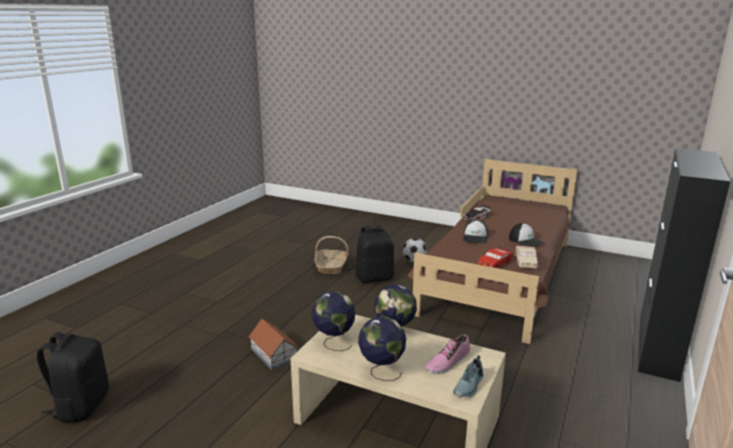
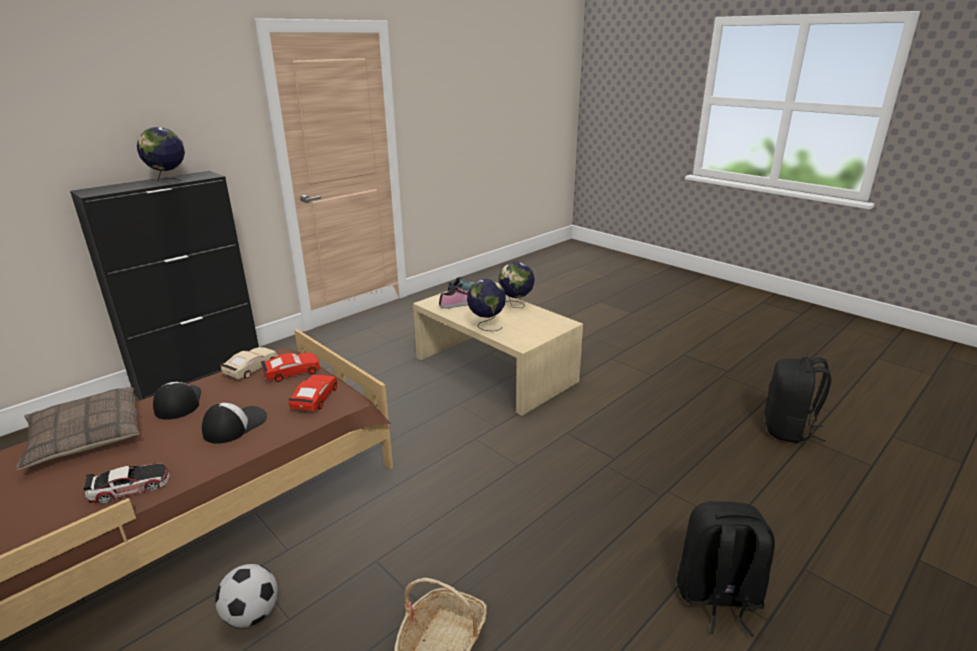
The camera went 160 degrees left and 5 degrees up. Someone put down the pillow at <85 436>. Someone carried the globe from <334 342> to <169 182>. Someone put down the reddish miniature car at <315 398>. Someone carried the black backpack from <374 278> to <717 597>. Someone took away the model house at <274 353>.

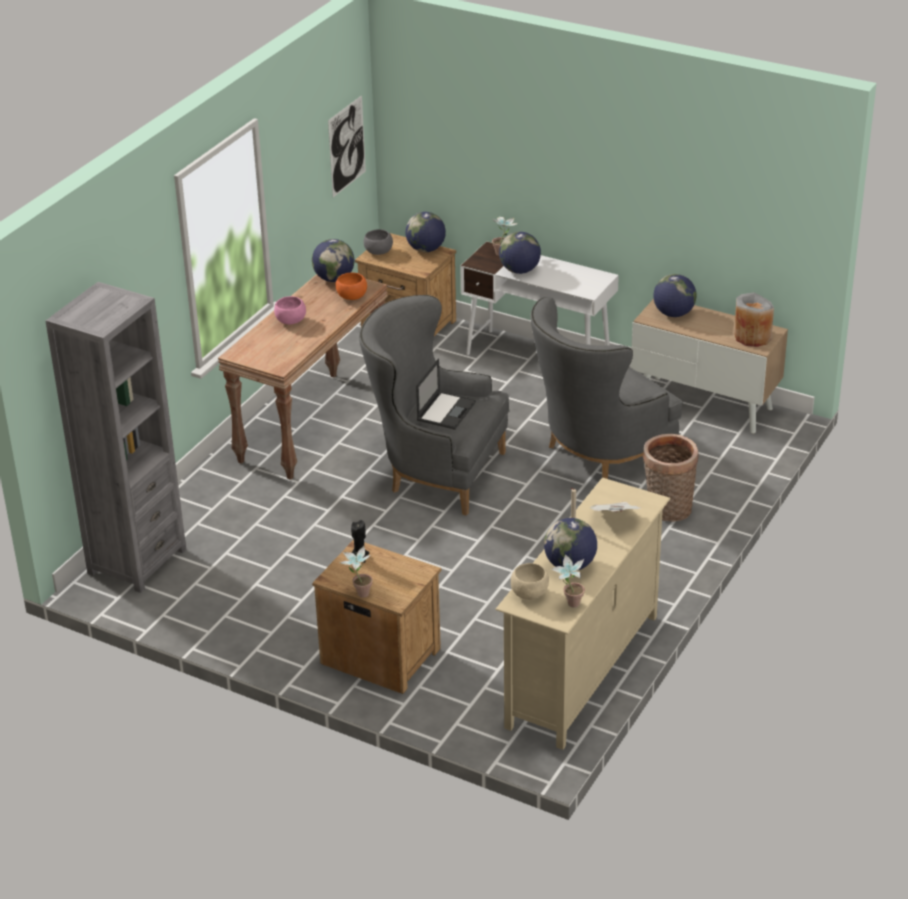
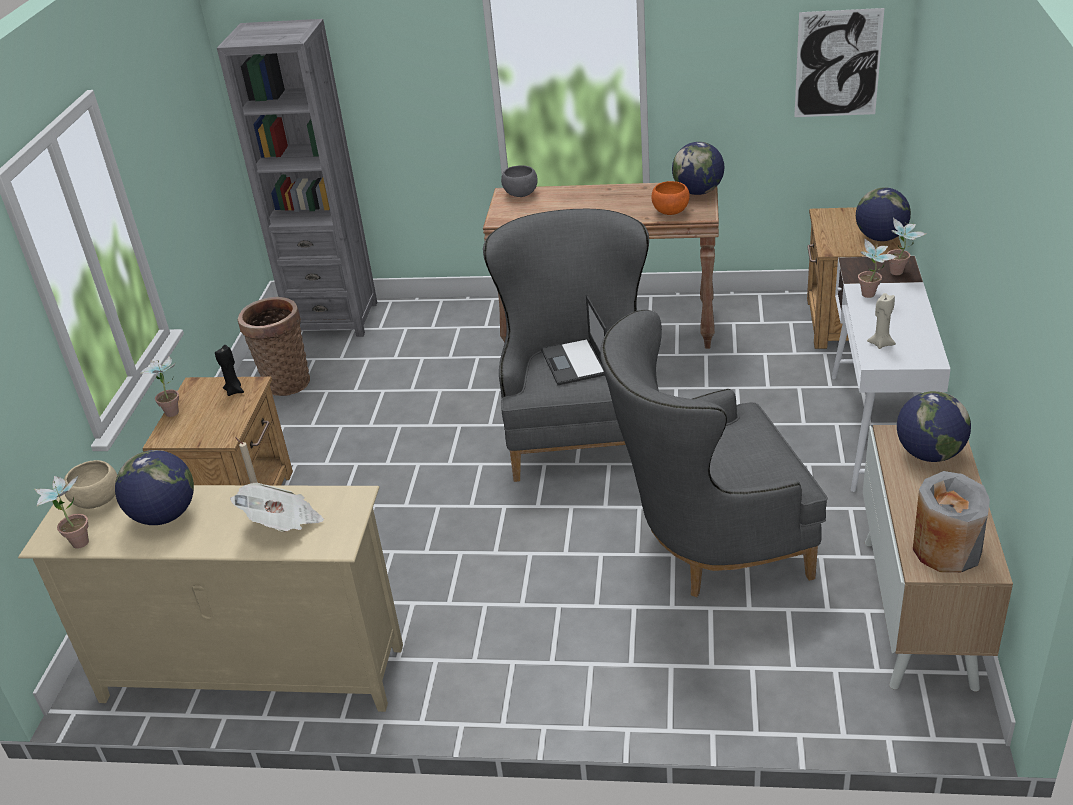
The camera went 70 degrees right and 0 degrees up. Someone carried the basket from <667 510> to <285 381>. Someone carried the greyish bowl from <378 252> to <521 194>. Someone rotated the laptop at <446 410> by 75 degrees clockwise. Someone rotated the greyish lounge chair at <596 455> by 45 degrees counterclockwise. Someone swapped the globe at <519 270> for the houseplant at <871 296>. Someone put down the beige candle at <881 343>. Someone took away the pink-coloured bowl at <290 321>.

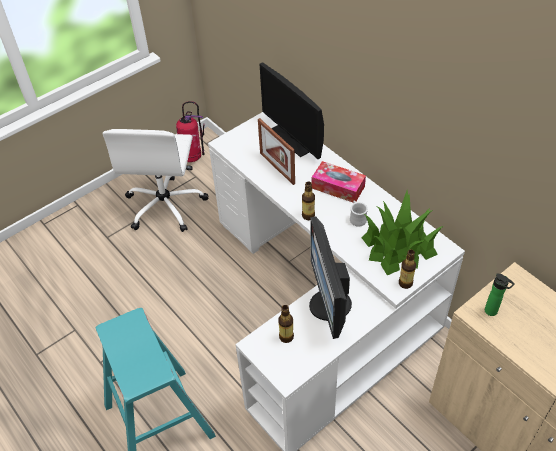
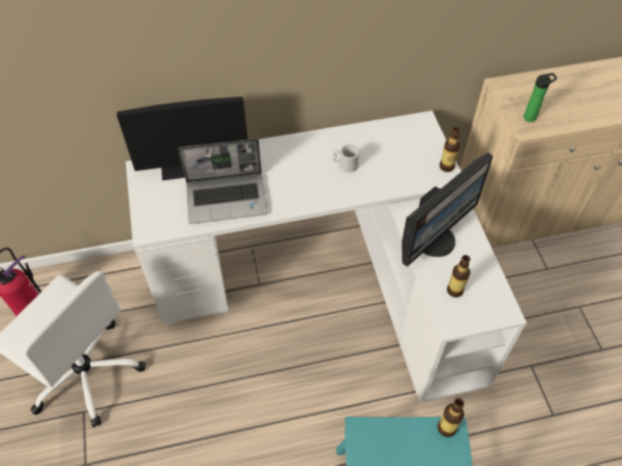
The camera went 65 degrees left and 5 degrees up. Someone swapped the photo frame at <277 168> for the laptop at <227 198>. Someone rotated the computer display at <328 306> by 60 degrees counterclockwise. Someone carried the bottle from <308 215> to <446 428>. Someone took away the box of tissues at <338 187>. Someone took away the houseplant at <398 246>.

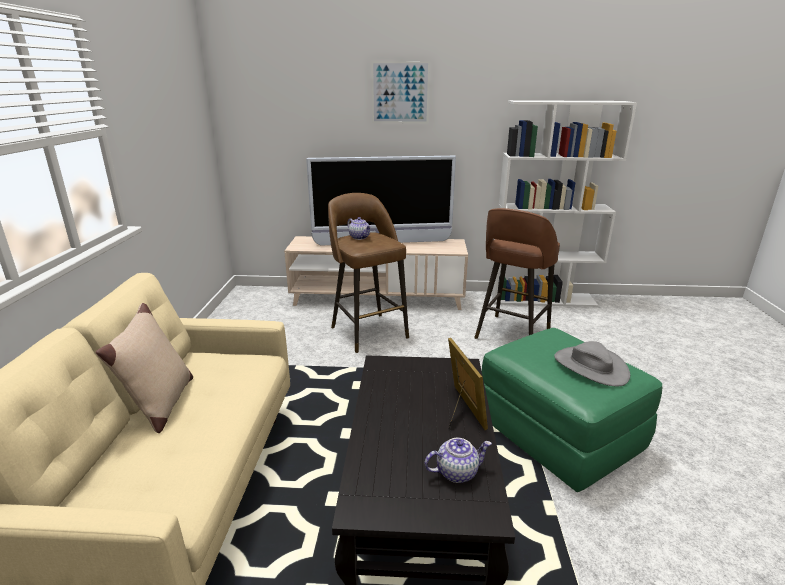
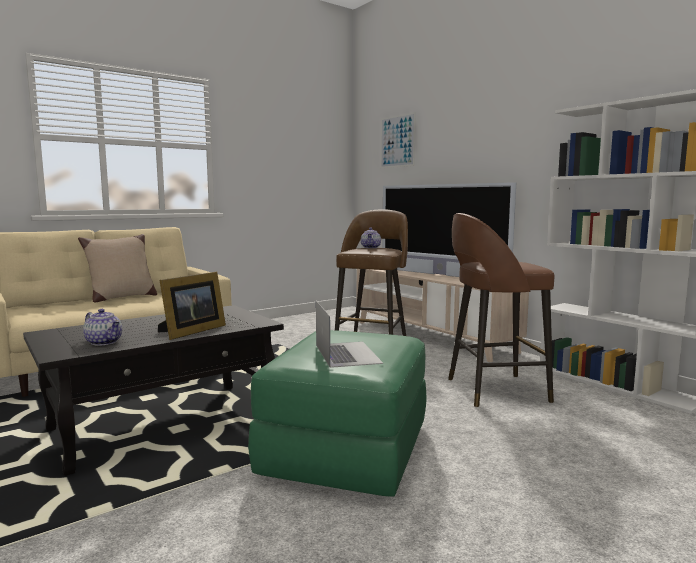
The camera went 50 degrees right and 15 degrees down. Someone swapped the greyish clothing hat at <590 367> for the laptop at <347 353>. Someone carried the picture from <400 92> to <397 141>.

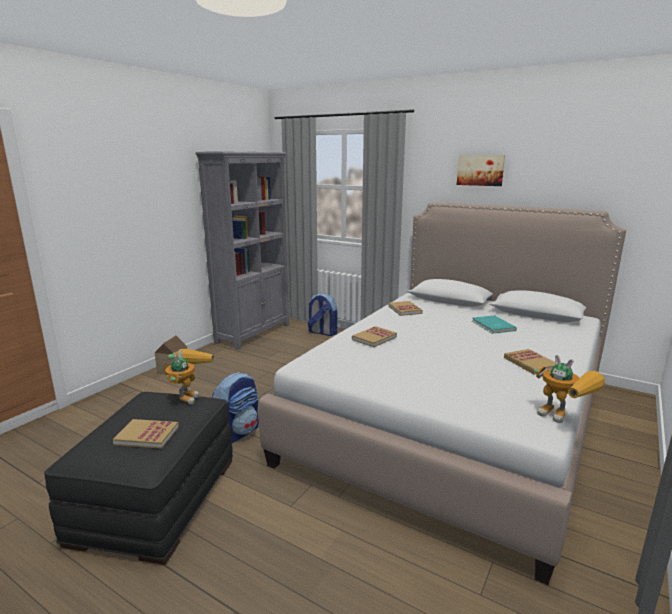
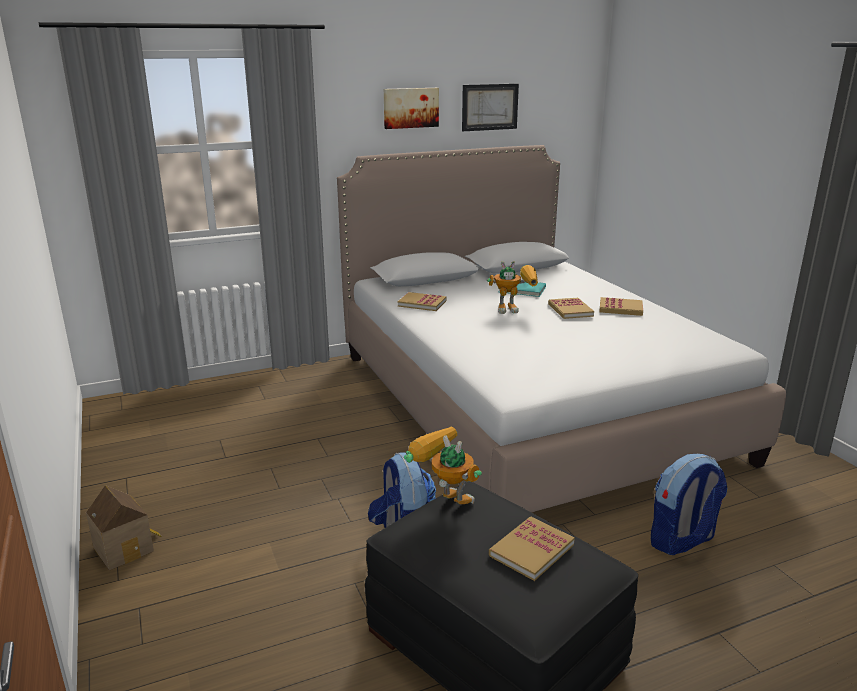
The camera went 55 degrees left and 5 degrees up. Someone put up the picture at <489 107>. Someone carried the robot figure from <564 418> to <514 309>. Someone carried the volume from <374 338> to <570 310>. Someone carried the backpack from <322 332> to <681 541>. Someone took away the greyish bookshelf at <254 333>.

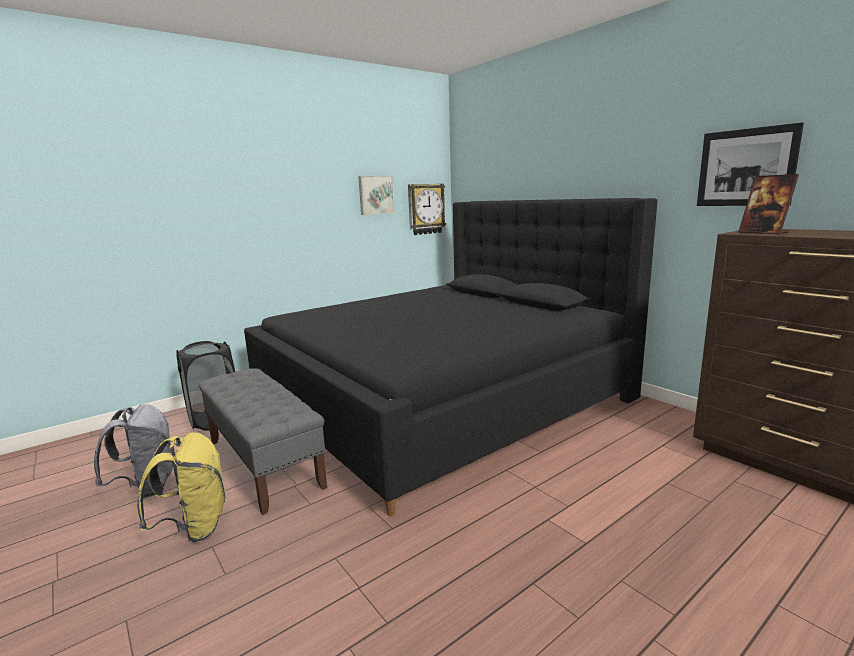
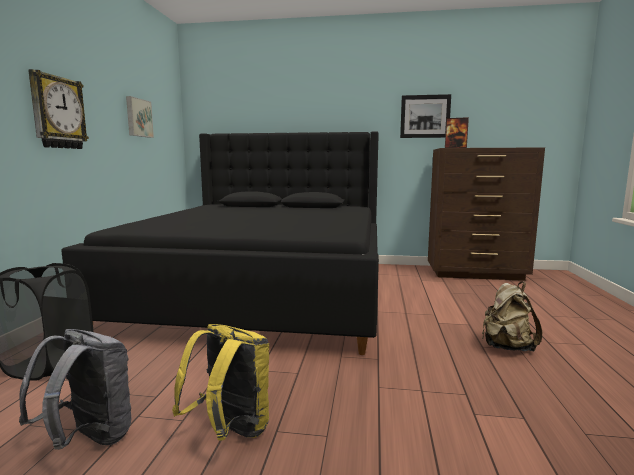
The camera went 45 degrees left and 5 degrees down. Someone carried the clock on the wall from <425 209> to <57 112>. Someone put down the beige backpack at <506 347>. Someone took away the greyish bench at <264 463>.

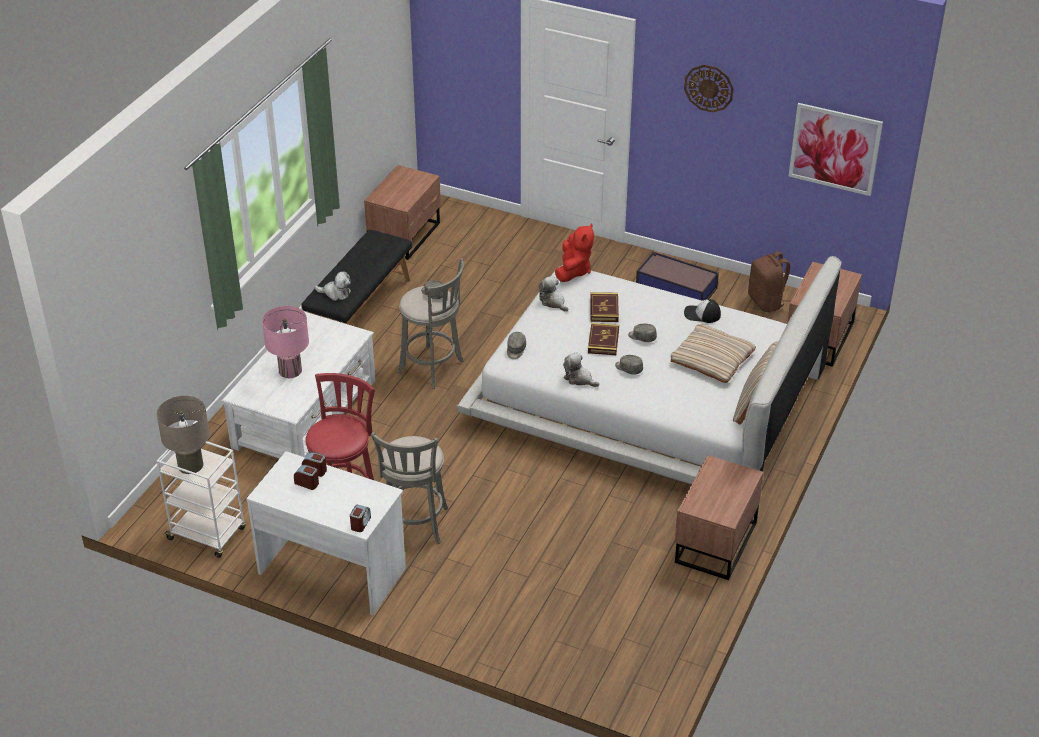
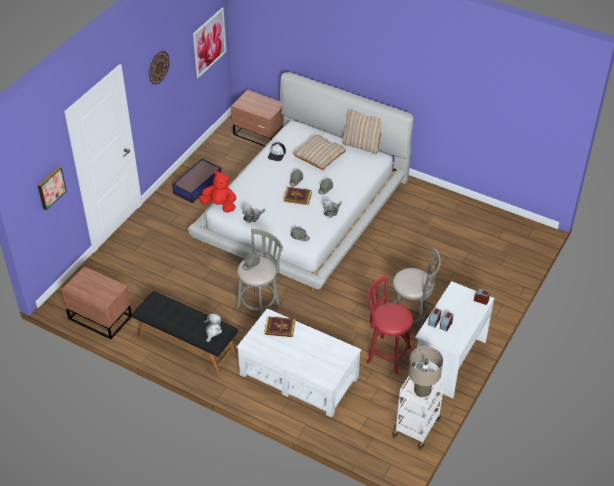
The camera went 85 degrees left and 5 degrees up. Someone put up the picture at <50 187>. Someone carried the volume from <604 309> to <280 328>. Someone took away the pink-coloured table lamp at <290 370>. Someone took away the brownish night table at <713 543>. Someone took away the brownish backpack at <767 302>.

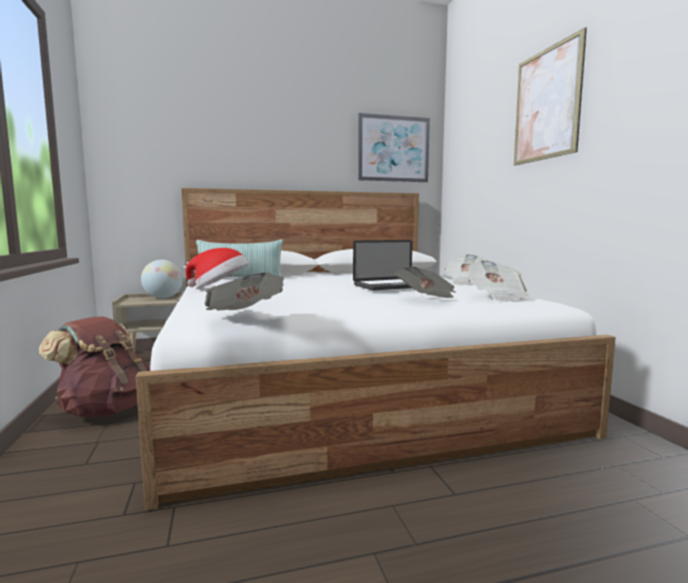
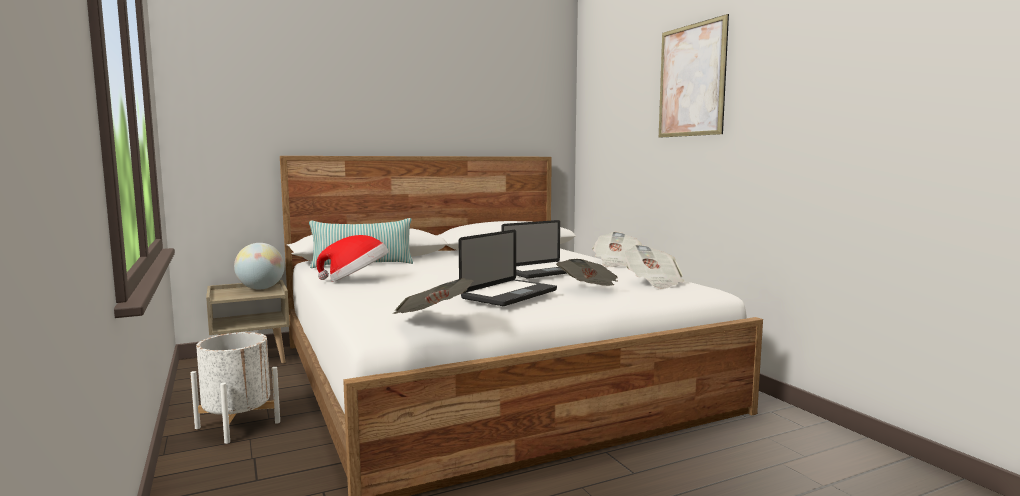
The camera went 10 degrees left and 0 degrees up. Someone swapped the brownish backpack at <106 410> for the white-coloured plant pot at <238 425>. Someone put down the laptop at <509 294>. Someone took away the picture at <393 149>.

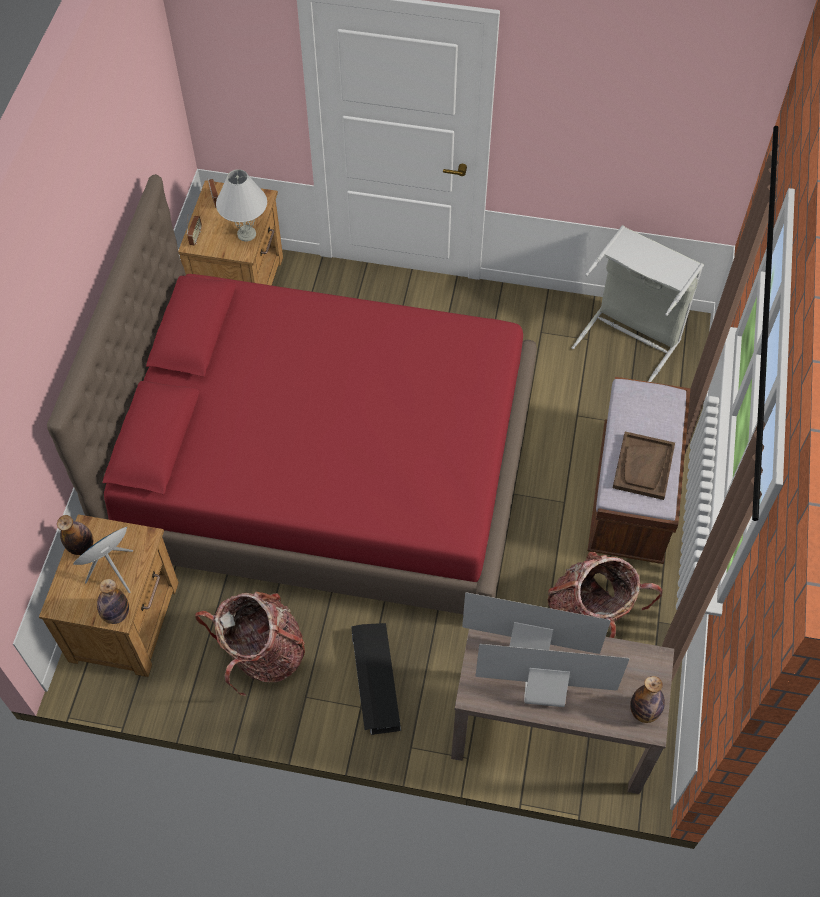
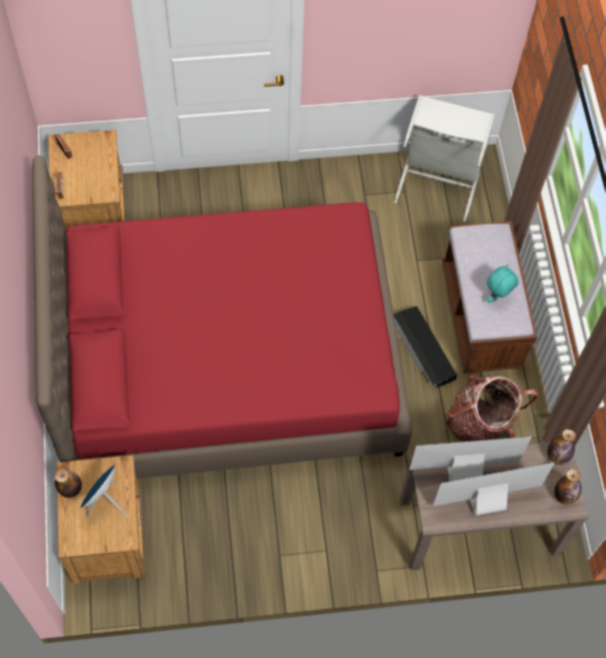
The camera went 20 degrees left and 5 degrees up. Someone carried the black storage box from <375 681> to <423 350>. Someone swapped the brownish serving tray at <643 467> for the turquoise-coloured plush toy at <497 297>. Someone carried the bottle from <116 614> to <557 456>. Someone took away the backpack at <262 654>. Someone took away the white-coloured table lamp at <247 234>.

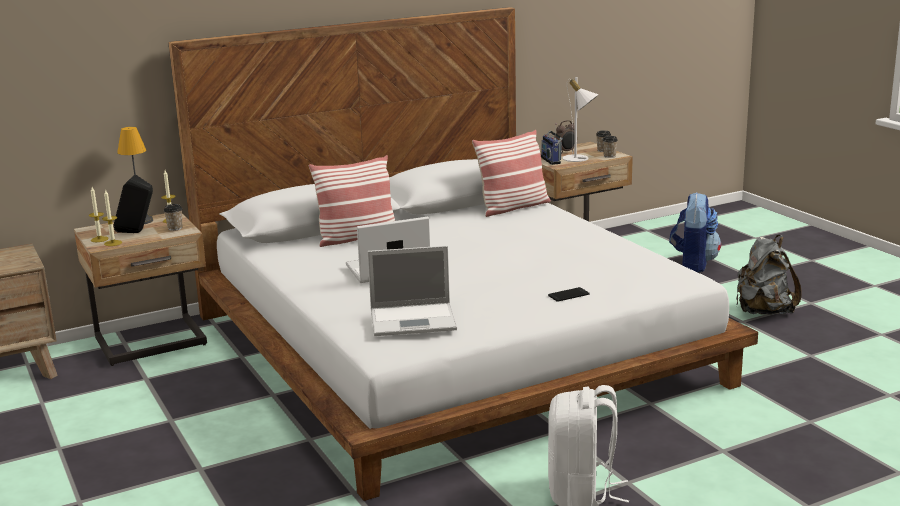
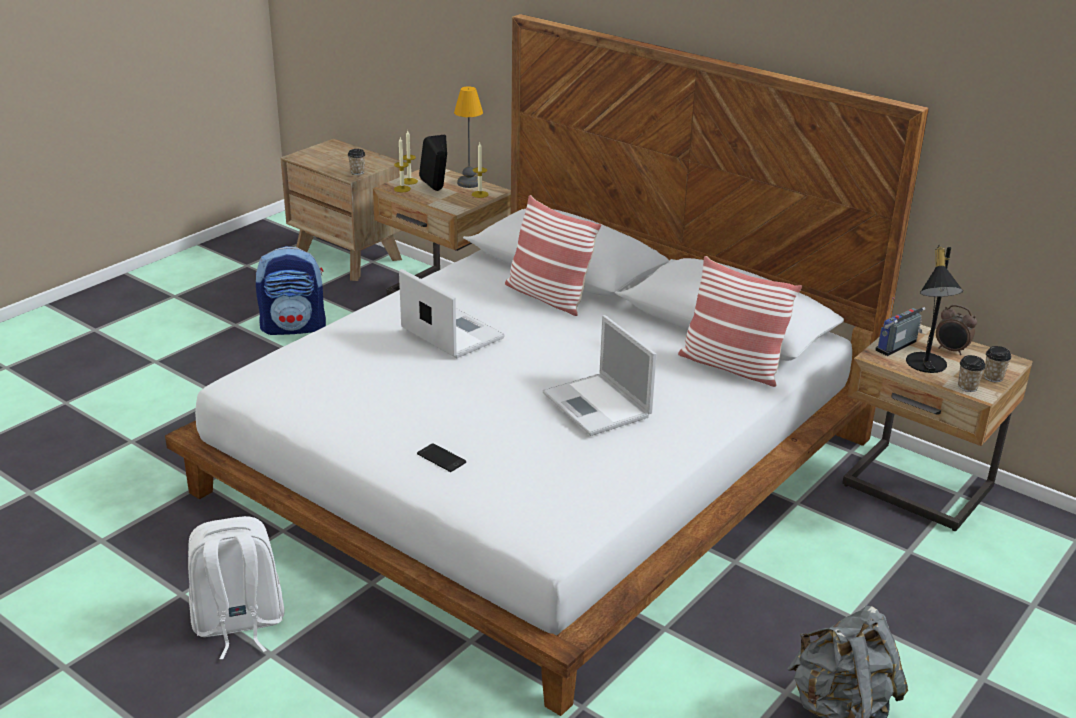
The camera went 65 degrees right and 10 degrees up. Someone carried the backpack from <693 263> to <294 327>. Someone carried the drinking cup from <175 228> to <357 172>. Someone carried the laptop from <414 320> to <598 406>. Someone repainted the white-coloured table lamp at <579 159>, which became the black table lamp at <925 366>.

